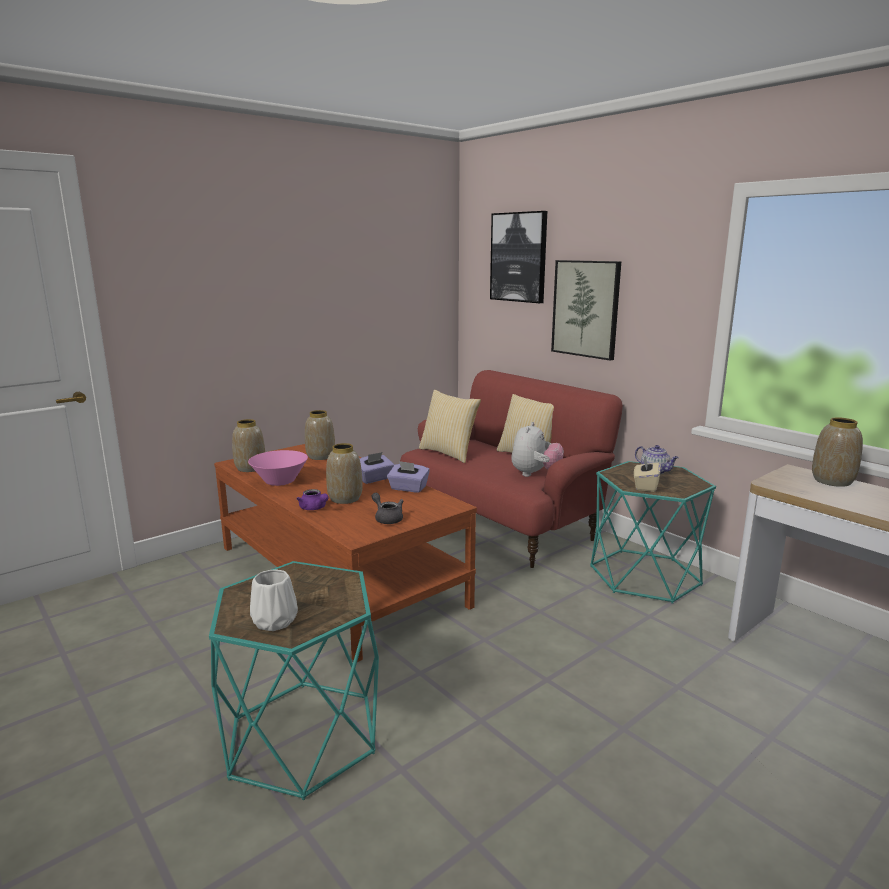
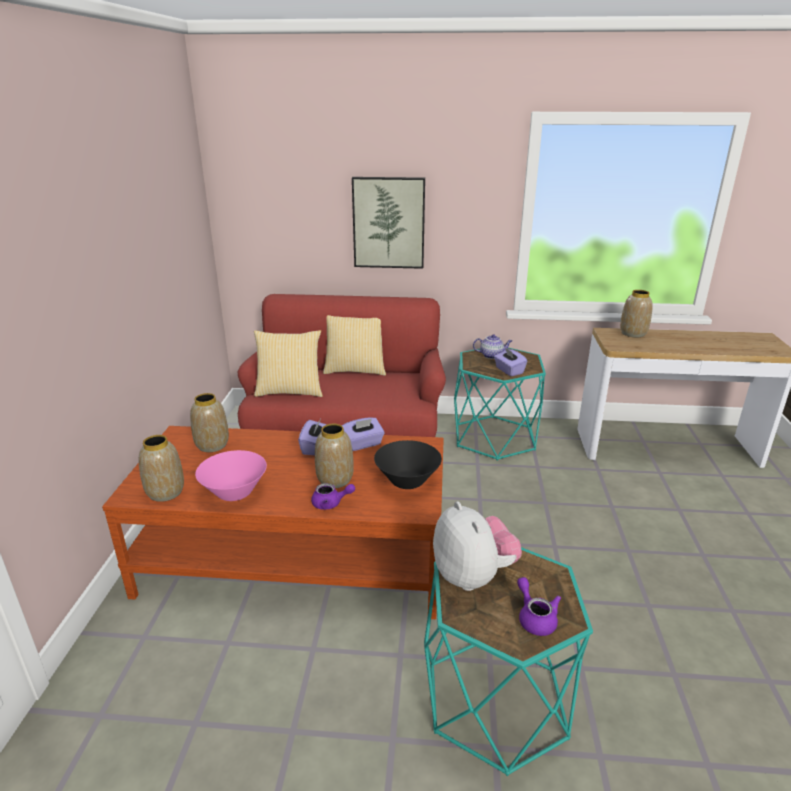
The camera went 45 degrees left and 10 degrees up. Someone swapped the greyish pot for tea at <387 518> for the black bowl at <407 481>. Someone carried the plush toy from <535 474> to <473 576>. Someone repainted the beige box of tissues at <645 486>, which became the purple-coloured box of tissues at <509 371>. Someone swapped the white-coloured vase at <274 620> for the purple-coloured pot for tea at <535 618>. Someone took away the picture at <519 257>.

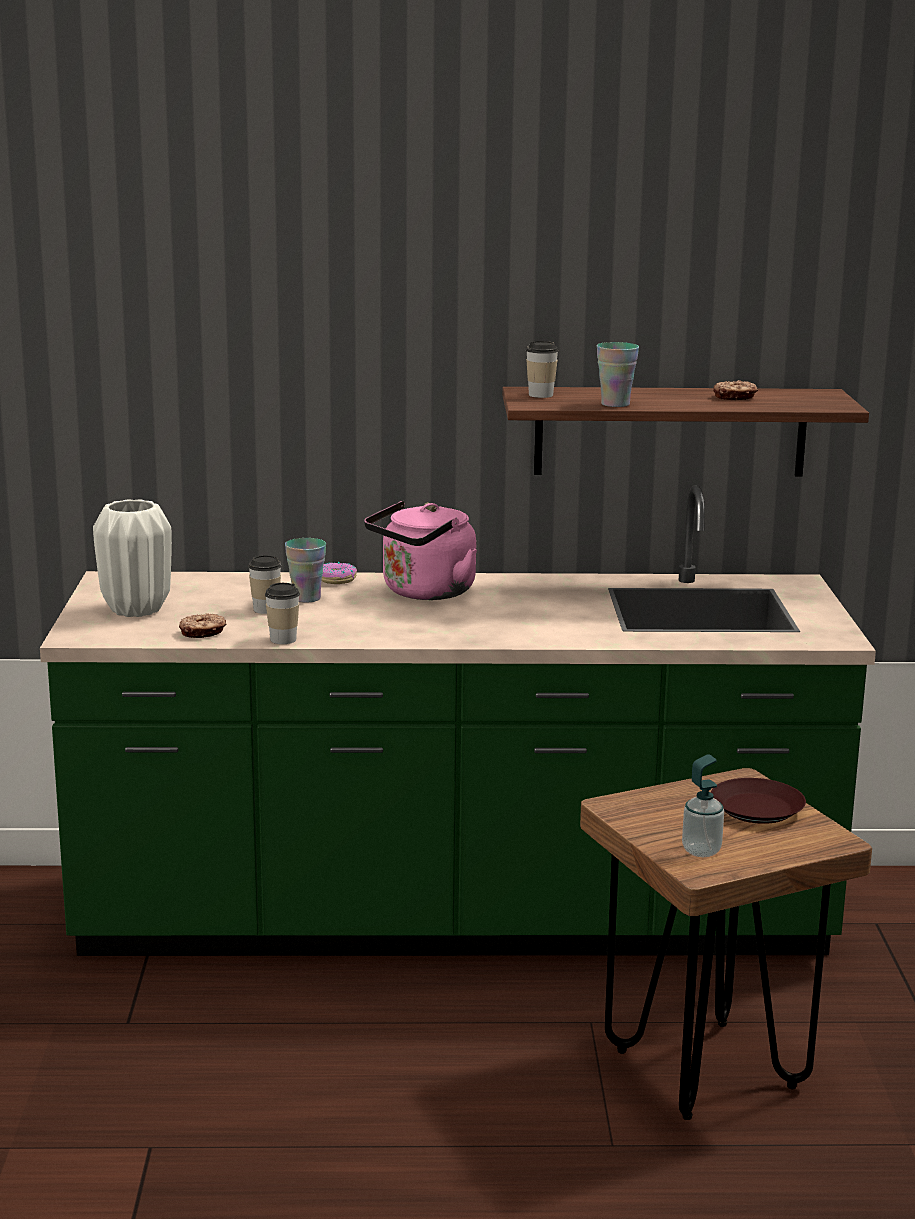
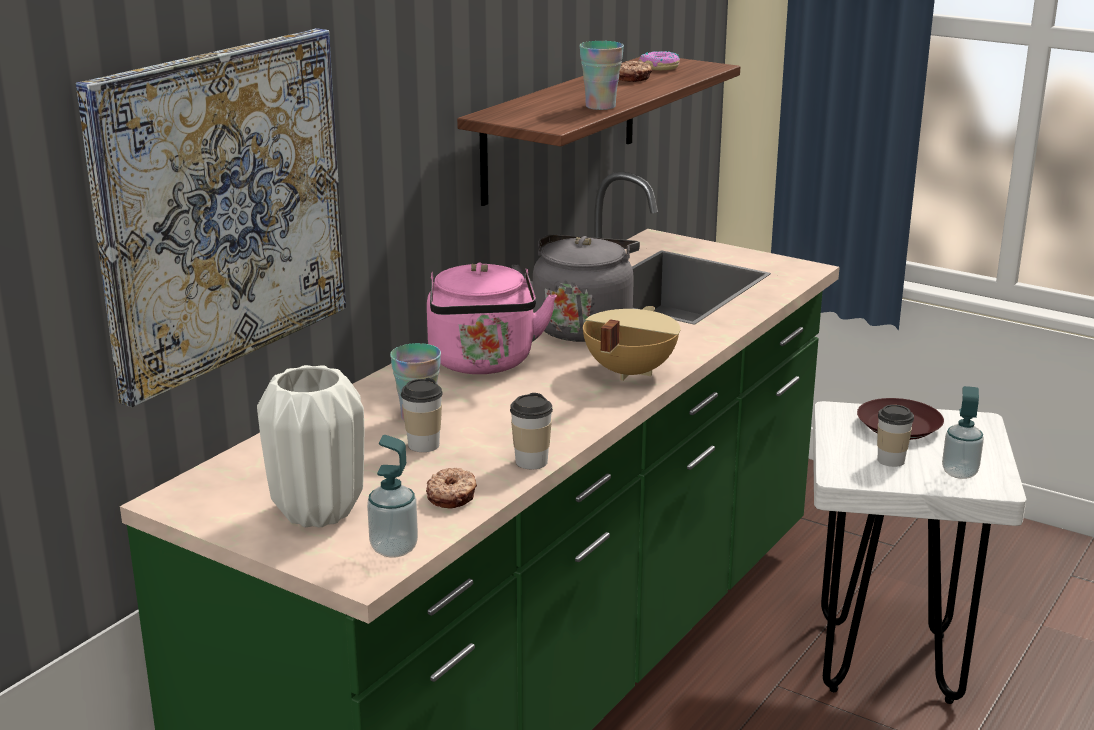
The camera went 55 degrees left and 5 degrees up. Someone put up the picture at <221 208>. Someone put down the soap bottle at <394 548>. Someone put down the greyish kettle at <582 326>. Someone put down the beige stockpot at <627 372>. Someone carried the donut from <336 579> to <659 67>. Someone repainted the brownish sitting stool at <706 1069>, which became the white-coloured sitting stool at <888 662>. Someone carried the drinking cup from <541 395> to <891 460>.

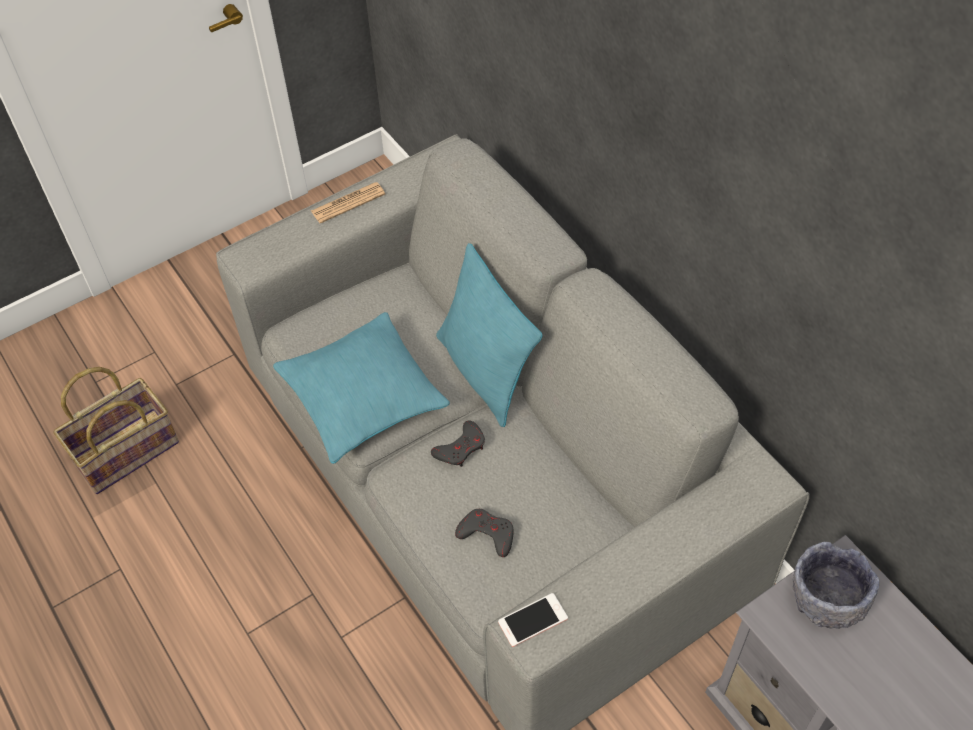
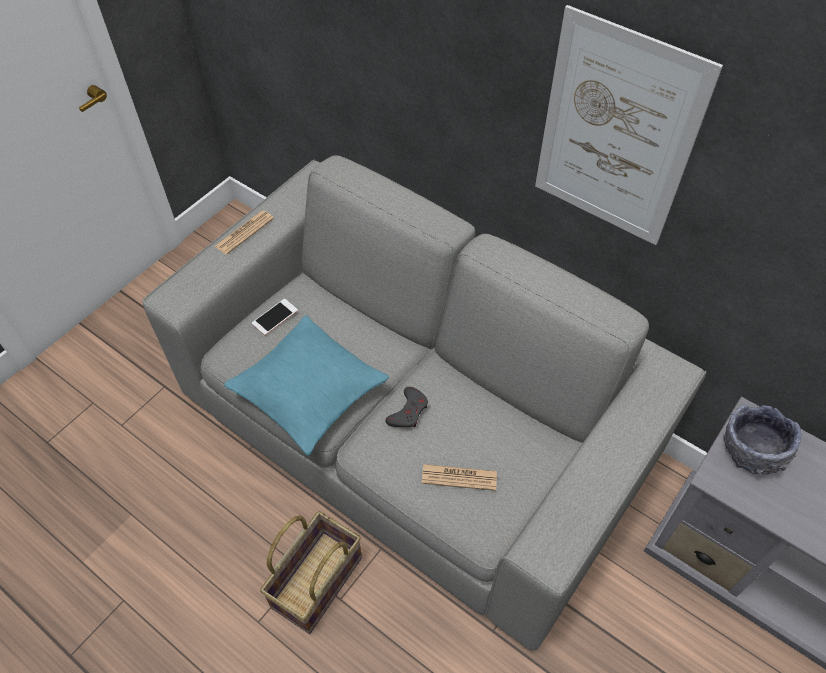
The camera went 20 degrees left and 0 degrees up. Someone carried the telephone from <533 620> to <275 317>. Someone carried the basket from <126 450> to <316 580>. Someone swapped the greyish gamepad at <487 534> for the daily paper at <459 477>. Someone put up the picture at <615 133>. Someone took away the turquoise-coloured pillow at <485 373>.

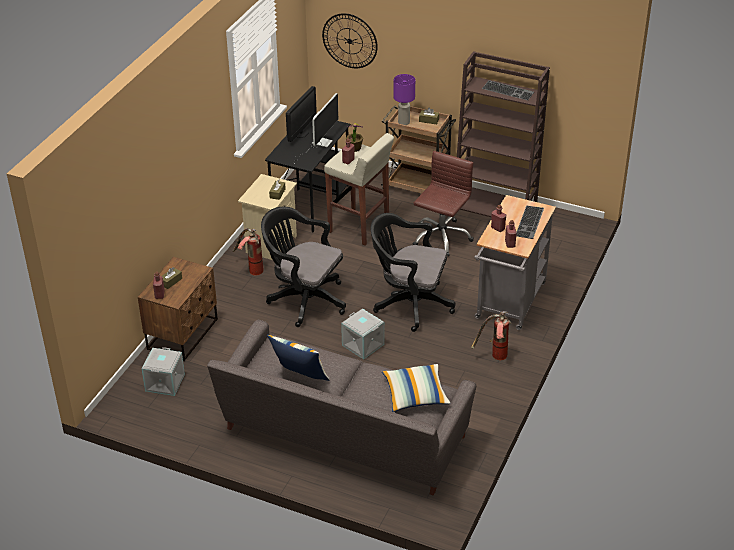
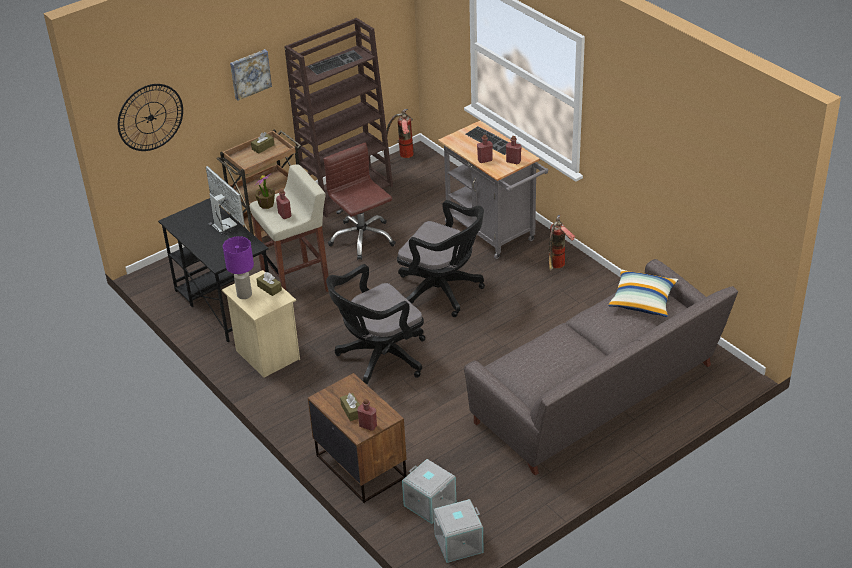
The camera went 60 degrees left and 0 degrees up. Someone carried the purple-coloured table lamp from <404 122> to <244 294>. Someone put up the picture at <250 74>. Someone carried the fire extinguisher from <250 269> to <402 156>. Someone rotated the black office chair at <409 304> by 105 degrees counterclockwise. Someone carried the greyish storage box from <362 345> to <458 544>. Someone took away the pillow at <299 377>. Someone took away the computer display at <301 133>.

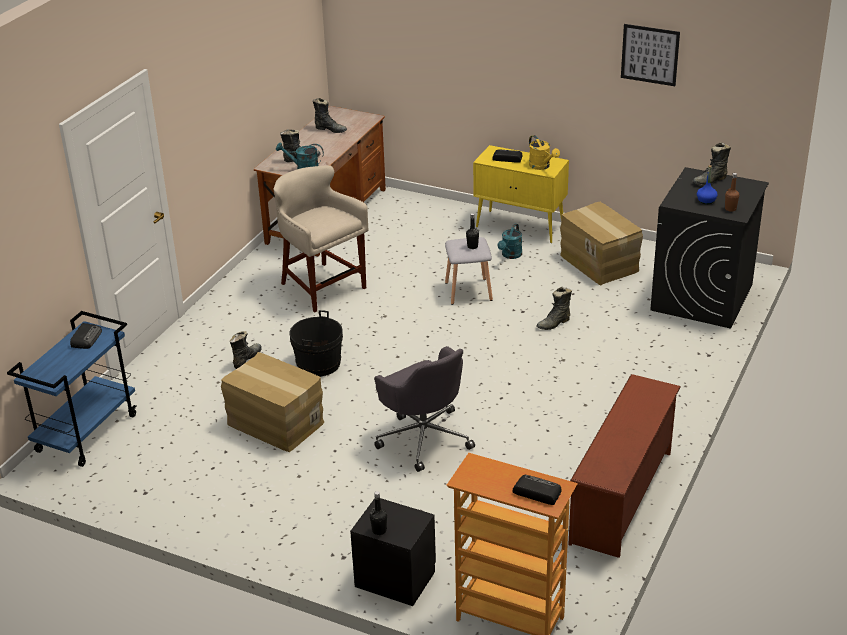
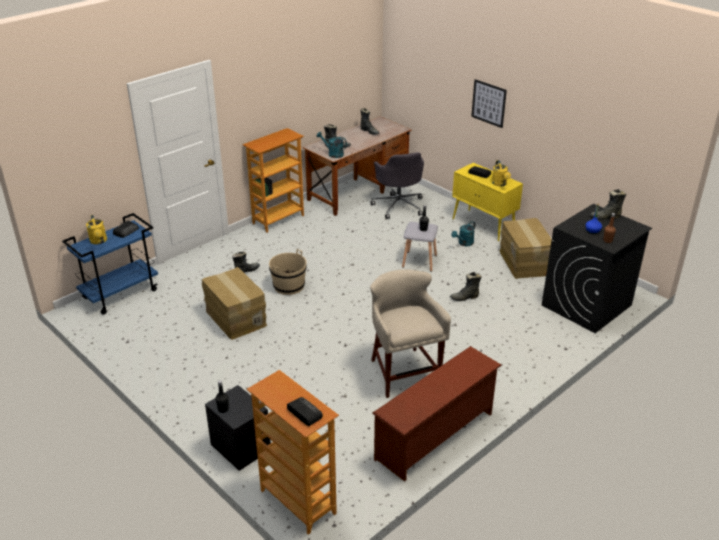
The camera went 20 degrees right and 0 degrees up. Someone put down the yellowish watering pot at <99 241>. Someone put down the bookshelf at <278 219>. Someone repainted the black water bucket at <318 364>, which became the beige water bucket at <288 286>. Someone carried the beige sitting stool from <322 287> to <403 373>. Someone carried the greyish office chair from <424 437> to <398 205>. Someone carried the picture from <650 54> to <488 103>.

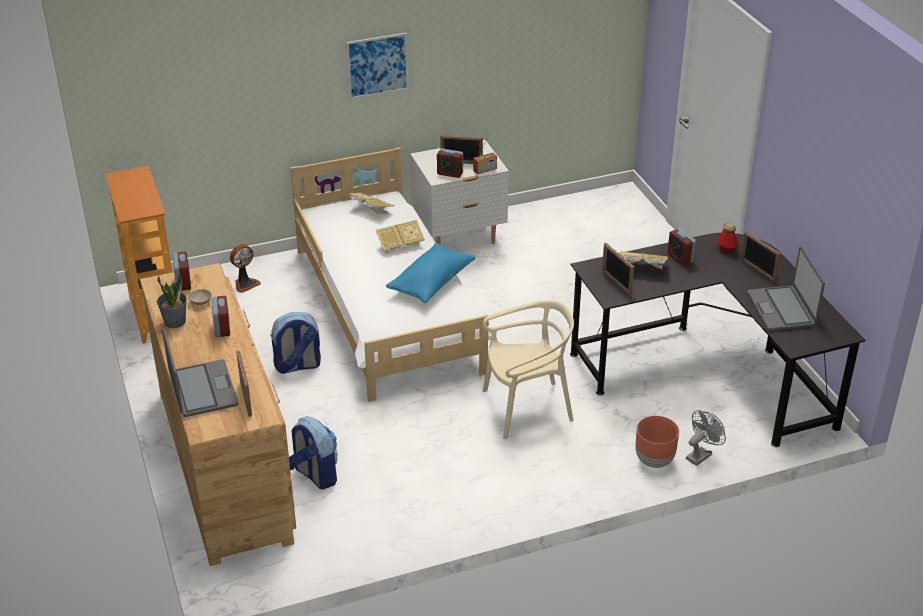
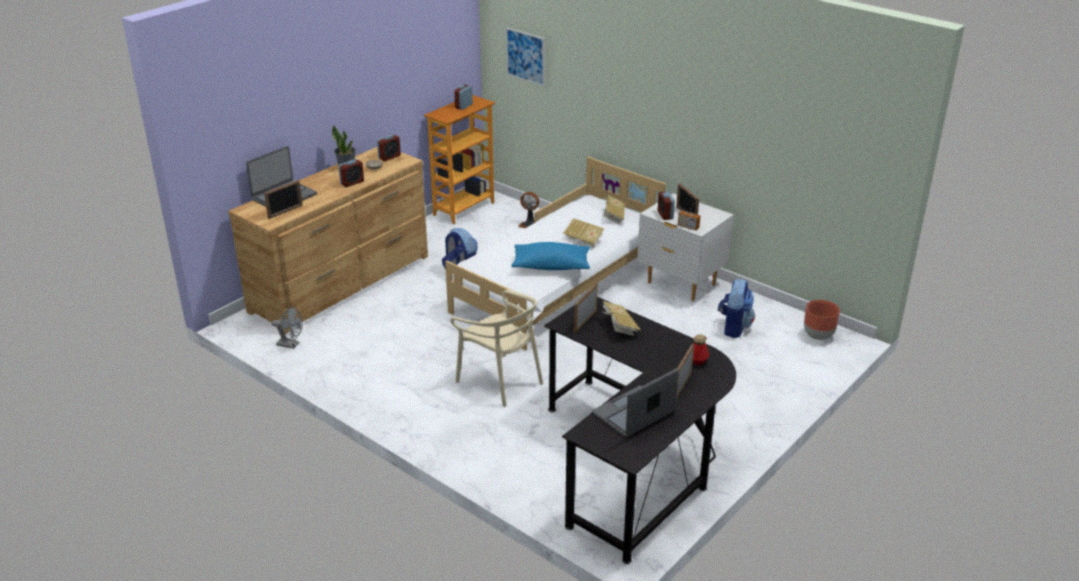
The camera went 60 degrees right and 5 degrees down. Someone carried the greyish electric fan from <701 454> to <291 345>. Someone carried the table clock from <680 258> to <463 106>. Someone carried the picture from <377 65> to <525 56>. Someone carried the backpack from <315 475> to <733 327>. Someone carried the brownish plant pot from <654 460> to <818 336>.

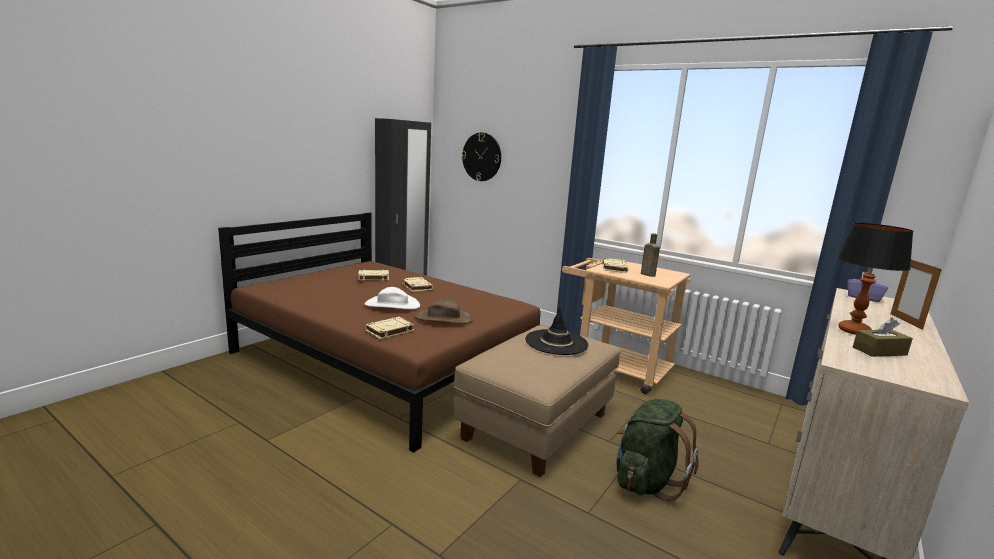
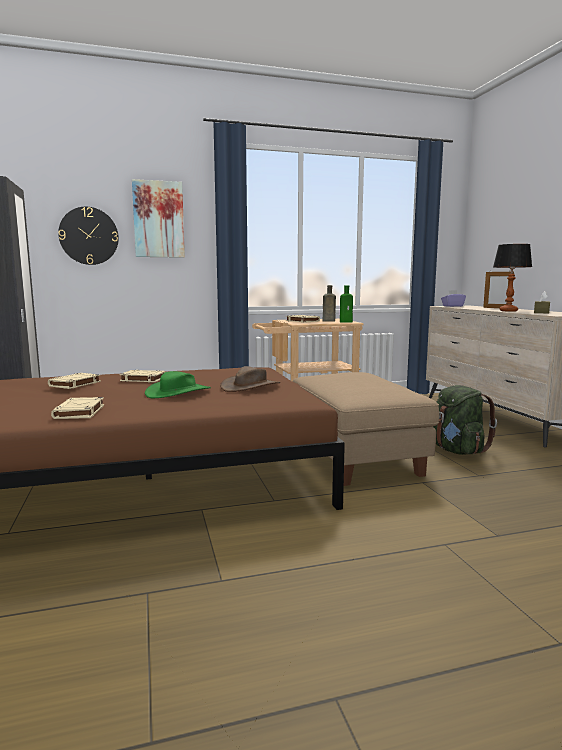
The camera went 50 degrees left and 5 degrees down. Someone carried the beige volume from <389 331> to <79 412>. Someone put up the picture at <158 219>. Someone repainted the white-coloured clothing hat at <392 305>, which became the green-coloured clothing hat at <178 392>. Someone put down the green-coloured bottle at <347 322>. Someone took away the black clothing hat at <556 342>.

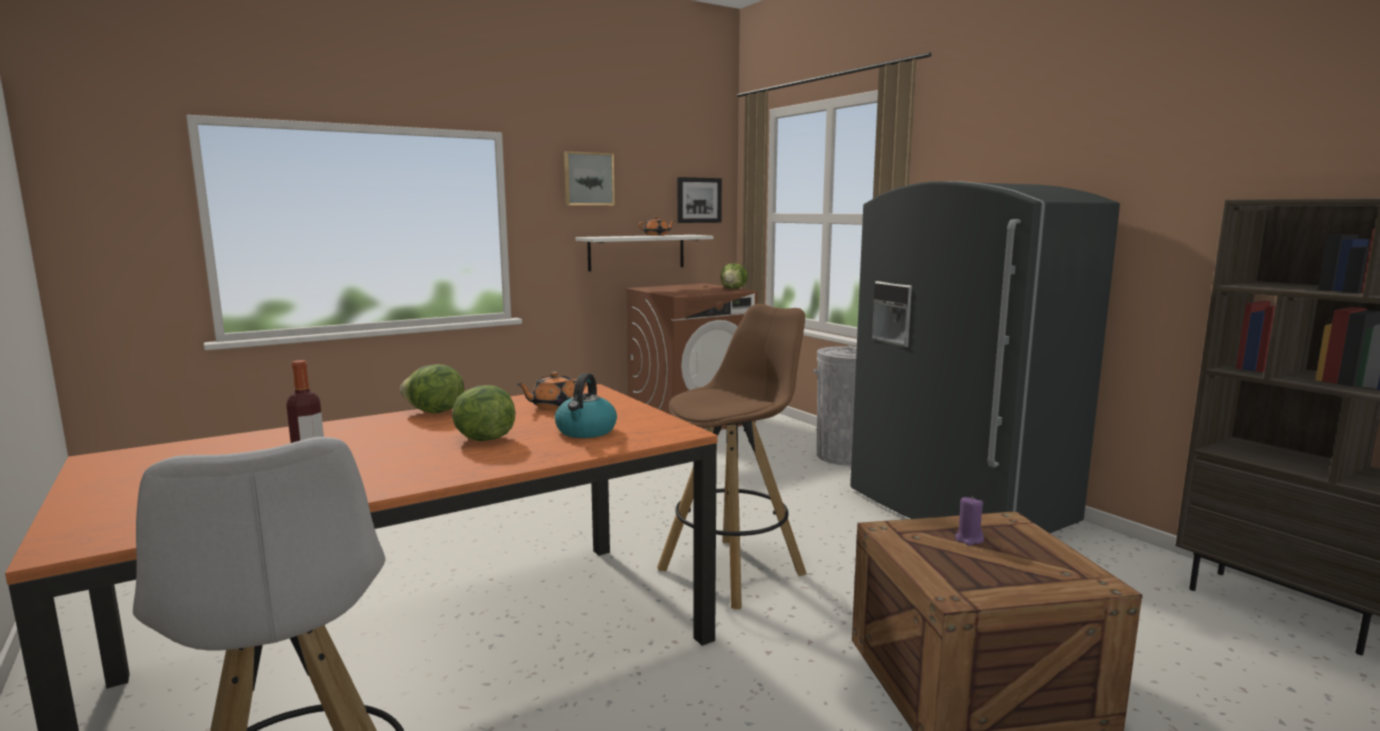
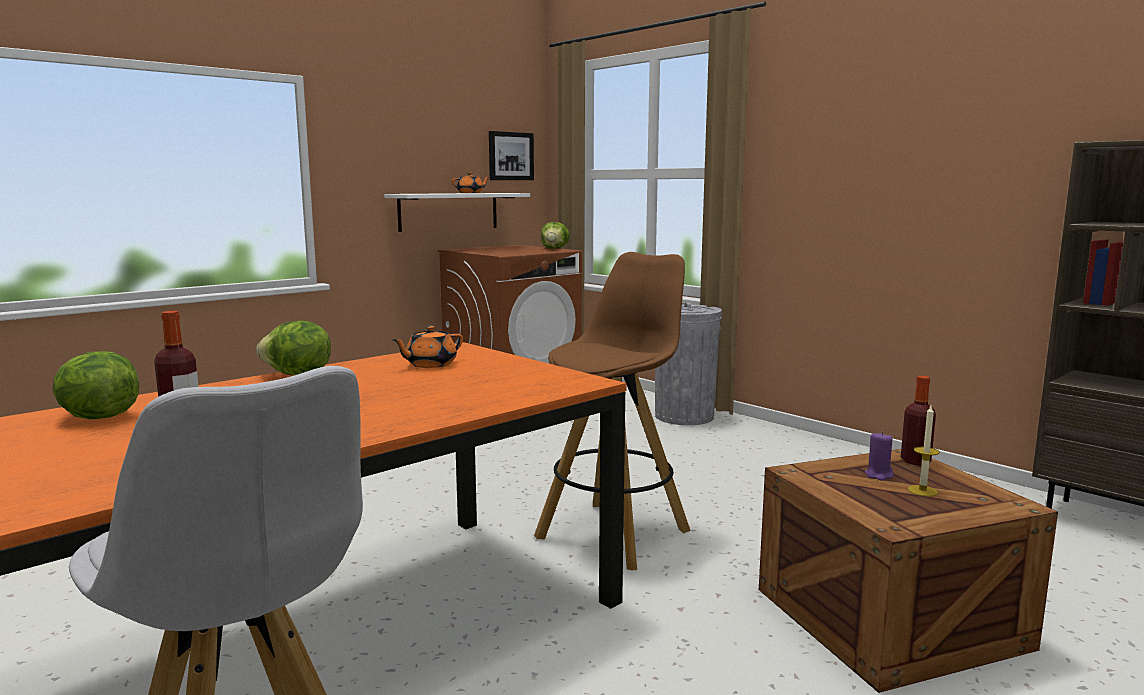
The camera went 10 degrees left and 0 degrees up. Someone carried the head of lettuce from <483 439> to <98 417>. Someone put down the bottle at <915 461>. Someone put down the candle at <922 491>. Someone took away the kettle at <586 431>. Someone took away the picture at <588 179>. Someone took away the greyish kitchen fridge at <957 507>.

